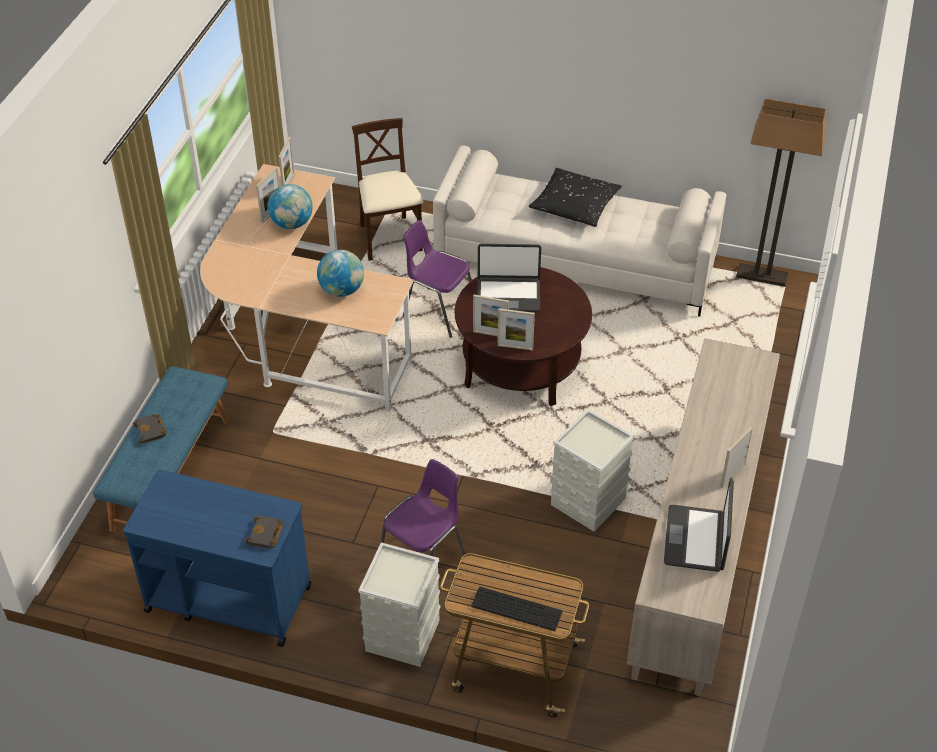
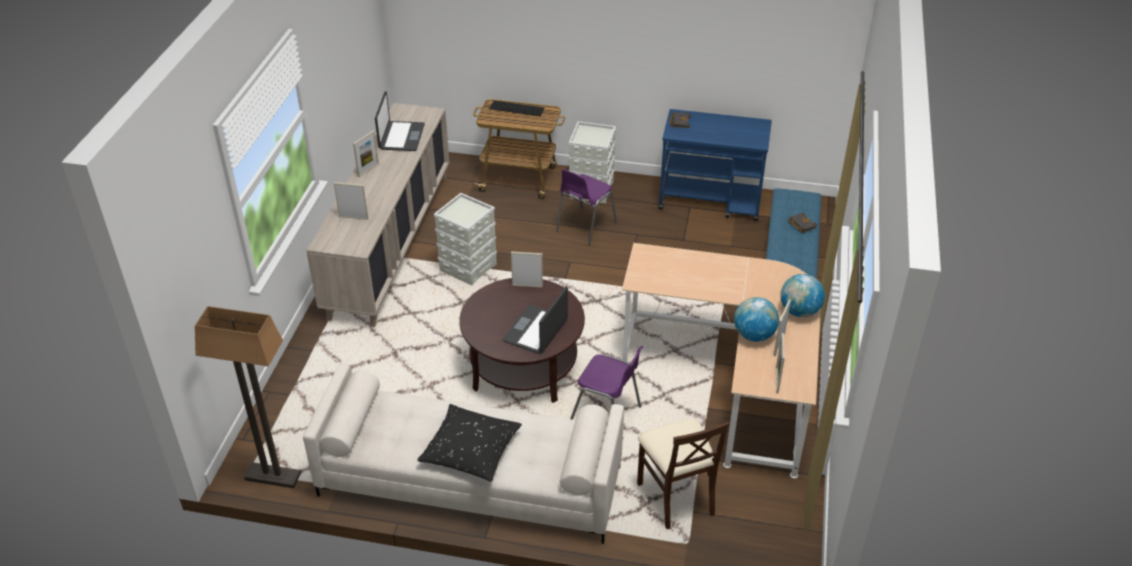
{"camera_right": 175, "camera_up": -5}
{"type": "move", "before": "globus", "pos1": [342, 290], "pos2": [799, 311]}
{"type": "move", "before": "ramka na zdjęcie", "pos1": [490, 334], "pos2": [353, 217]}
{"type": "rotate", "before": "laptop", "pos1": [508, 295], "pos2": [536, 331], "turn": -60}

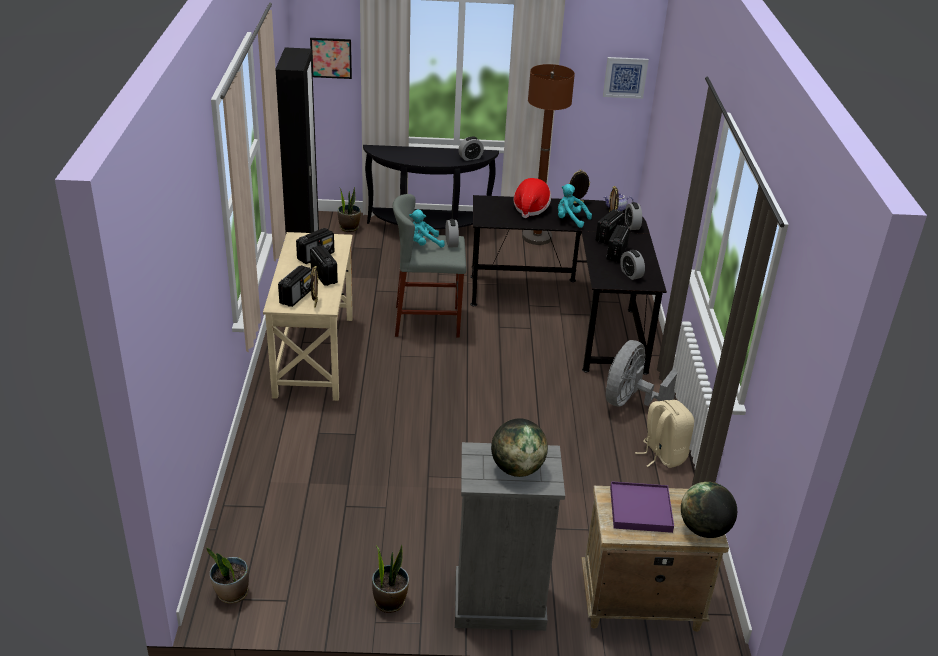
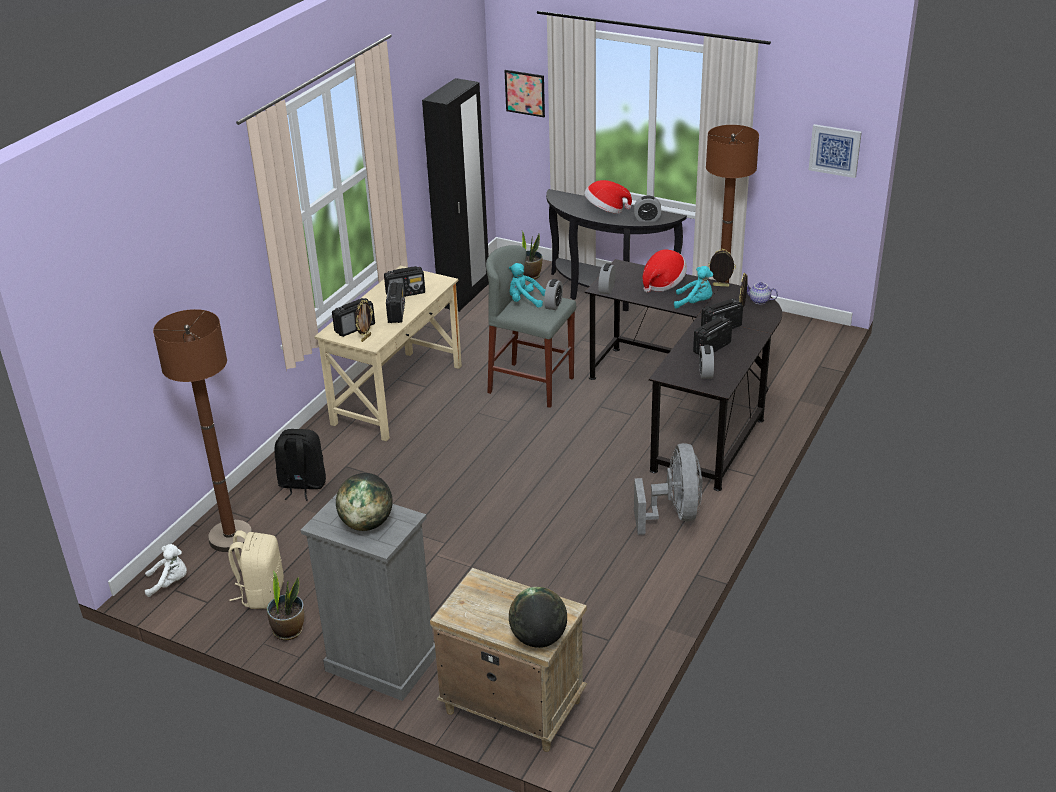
{"camera_right": 30, "camera_up": 0}
{"type": "delete", "before": "taca/fioletowy", "pos1": [640, 509]}
{"type": "insert", "after": "lampa stojąca/brązowy", "pos2": [230, 537]}
{"type": "insert", "after": "plecak/czarny", "pos2": [302, 485]}
{"type": "insert", "after": "kapelusz", "pos2": [606, 210]}
{"type": "move", "before": "budzik", "pos1": [632, 225], "pos2": [606, 289]}
{"type": "move", "before": "plecak/beżowy", "pos1": [662, 454], "pos2": [261, 593]}
{"type": "replace", "before": "roślina doniczkowa", "after": "pluszak/biały", "pos1": [231, 593], "pos2": [170, 583]}
{"type": "rotate", "before": "pluszak/turkusowy", "pos1": [570, 220], "pos2": [695, 303], "turn": 135}
{"type": "rotate", "before": "wentylator/szary", "pos1": [630, 402], "pos2": [674, 514], "turn": 120}

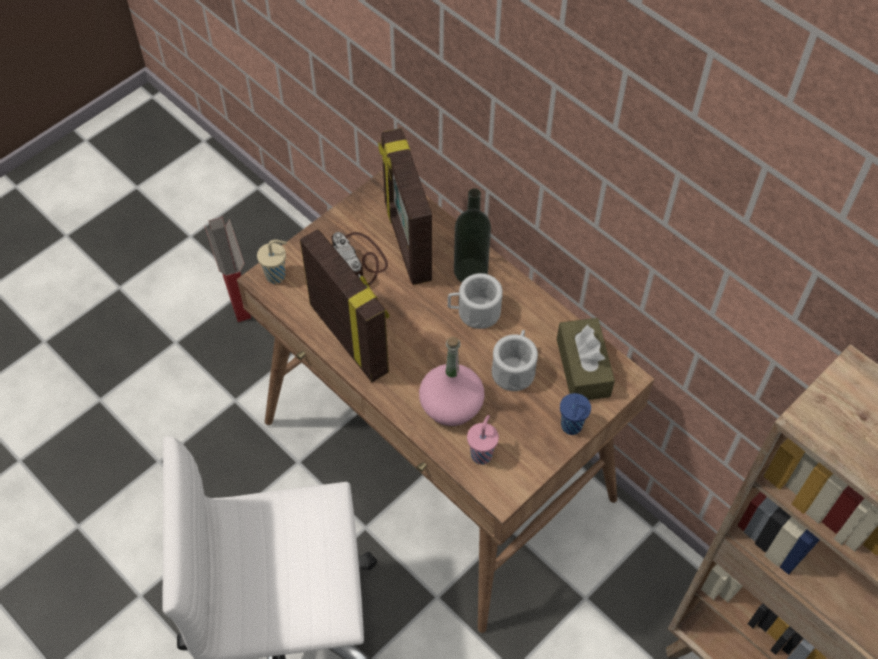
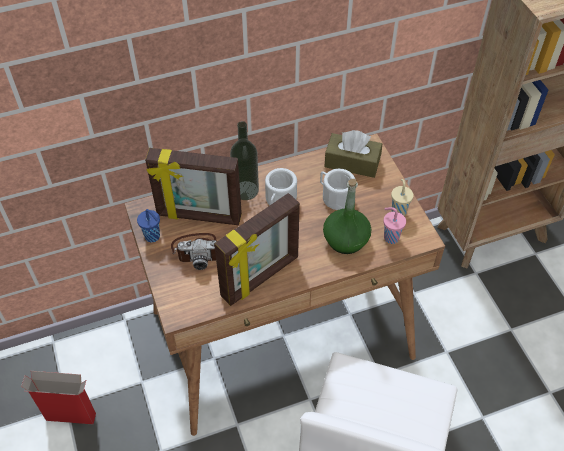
{"camera_right": -65, "camera_up": -5}
{"type": "move", "before": "filiżanka/beżowy", "pos1": [277, 275], "pos2": [398, 211]}
{"type": "move", "before": "filiżanka/niebieski", "pos1": [571, 427], "pos2": [153, 237]}
{"type": "recolor", "before": "butelka/różowy", "after": "butelka/zielony", "pos1": [451, 405], "pos2": [345, 240]}
{"type": "rotate", "before": "ramka na zdjęcie", "pos1": [350, 337], "pos2": [261, 278], "turn": 150}

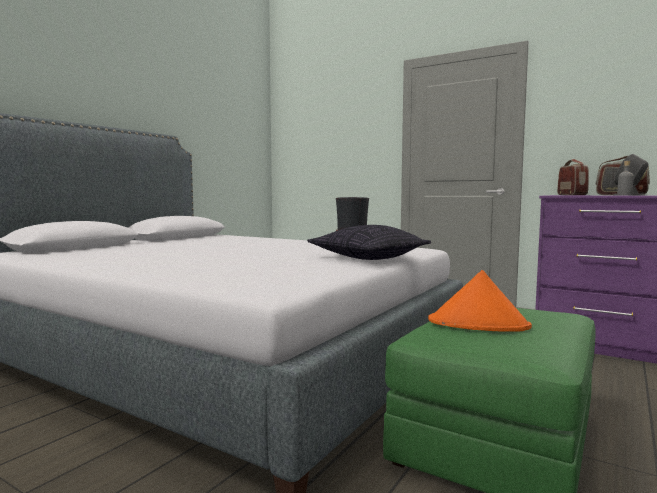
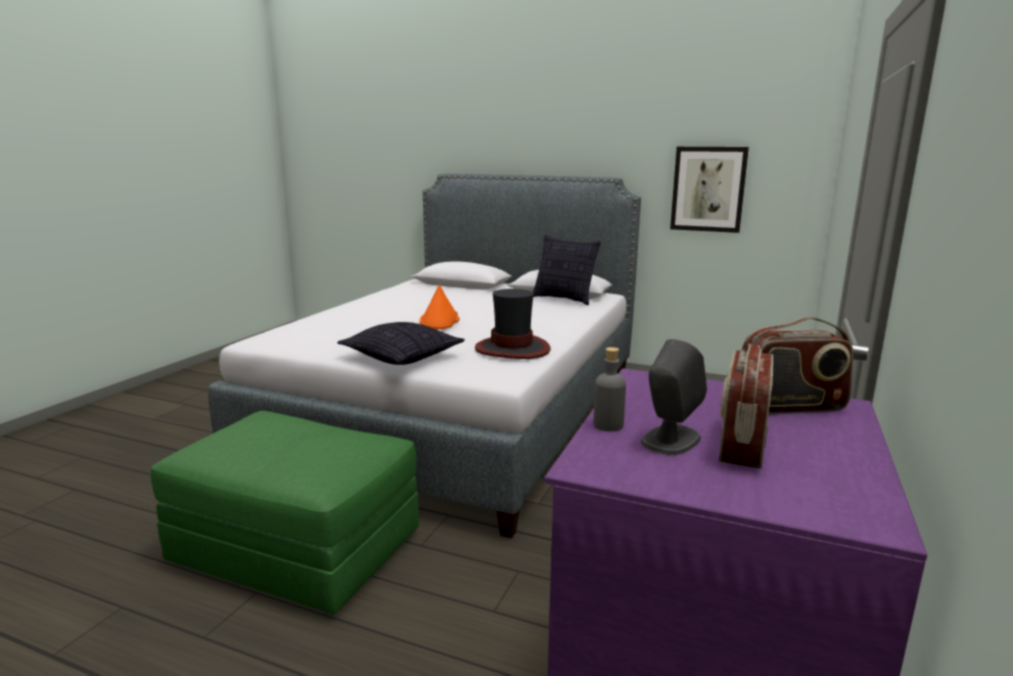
{"camera_right": 80, "camera_up": 10}
{"type": "insert", "after": "poduszka", "pos2": [564, 299]}
{"type": "insert", "after": "obraz", "pos2": [708, 189]}
{"type": "move", "before": "kapelusz/pomarańczowy", "pos1": [478, 324], "pos2": [439, 321]}

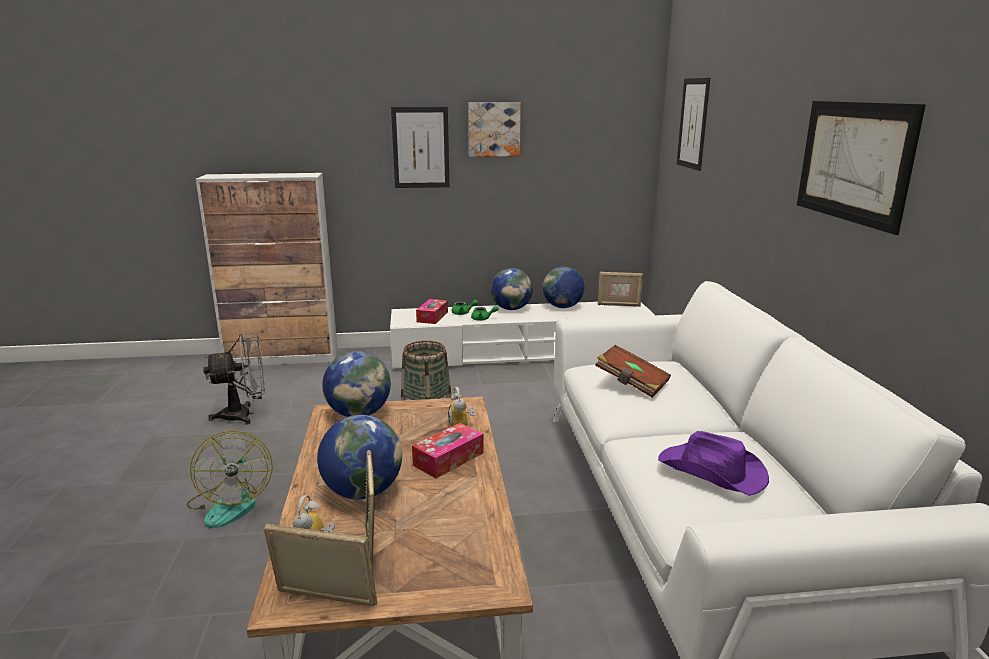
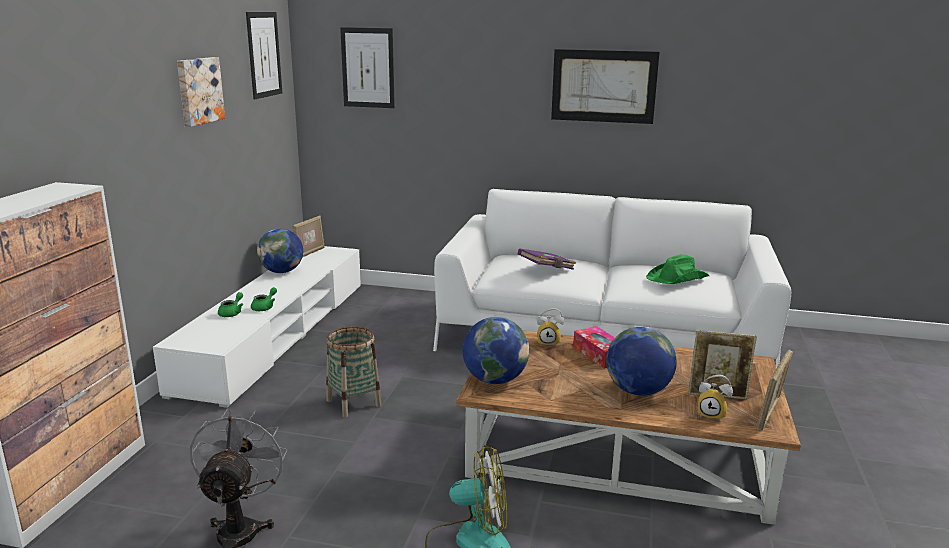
{"camera_right": -70, "camera_up": 0}
{"type": "delete", "before": "pudełko chusteczek", "pos1": [432, 317]}
{"type": "delete", "before": "globus", "pos1": [511, 309]}
{"type": "move", "before": "obraz", "pos1": [420, 147], "pos2": [264, 54]}
{"type": "recolor", "before": "książka/brązowy", "after": "książka/fioletowy", "pos1": [631, 383], "pos2": [547, 269]}
{"type": "recolor", "before": "kapelusz/fioletowy", "after": "kapelusz/zielony", "pos1": [712, 472], "pos2": [678, 278]}

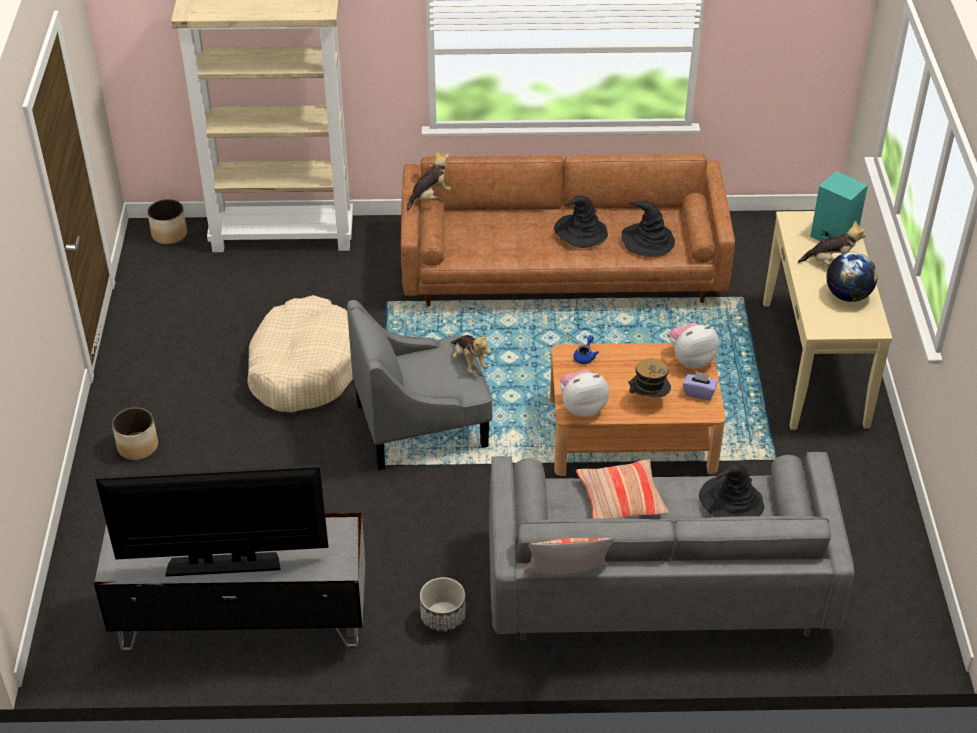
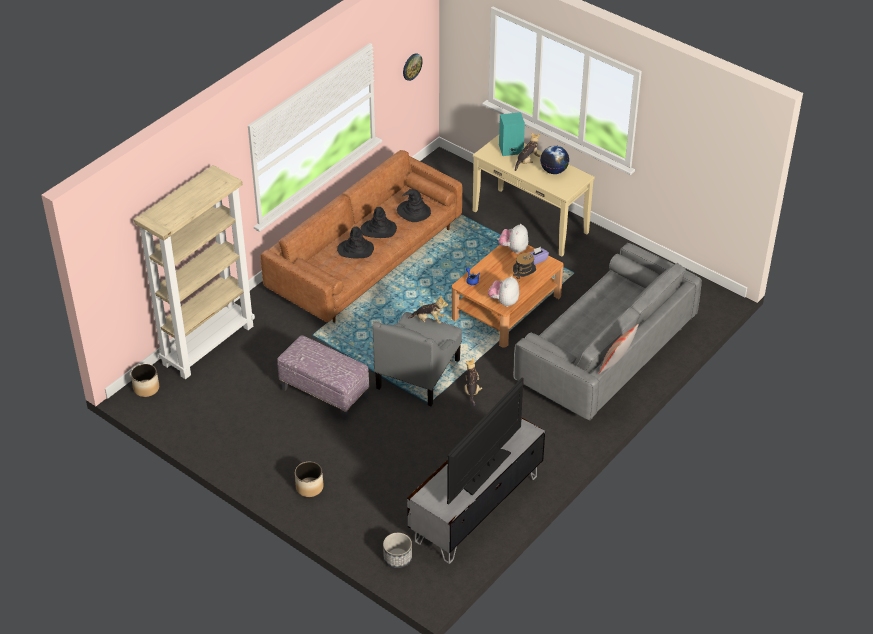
{"camera_right": -50, "camera_up": 0}
{"type": "delete", "before": "poduszka", "pos1": [621, 499]}
{"type": "insert", "after": "zegar ścienny", "pos2": [412, 66]}
{"type": "move", "before": "pluszak", "pos1": [430, 197], "pos2": [472, 390]}
{"type": "move", "before": "donica", "pos1": [443, 618], "pos2": [398, 558]}
{"type": "move", "before": "kapelusz/czarny", "pos1": [730, 502], "pos2": [355, 250]}
{"type": "replace", "before": "legowisko/beżowy", "after": "pufa", "pos1": [304, 368], "pos2": [325, 393]}

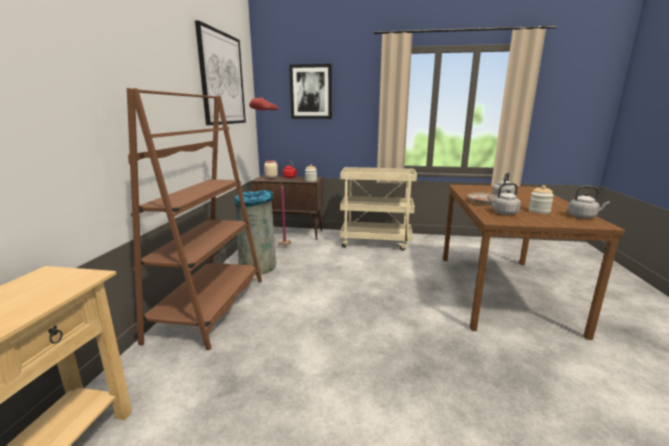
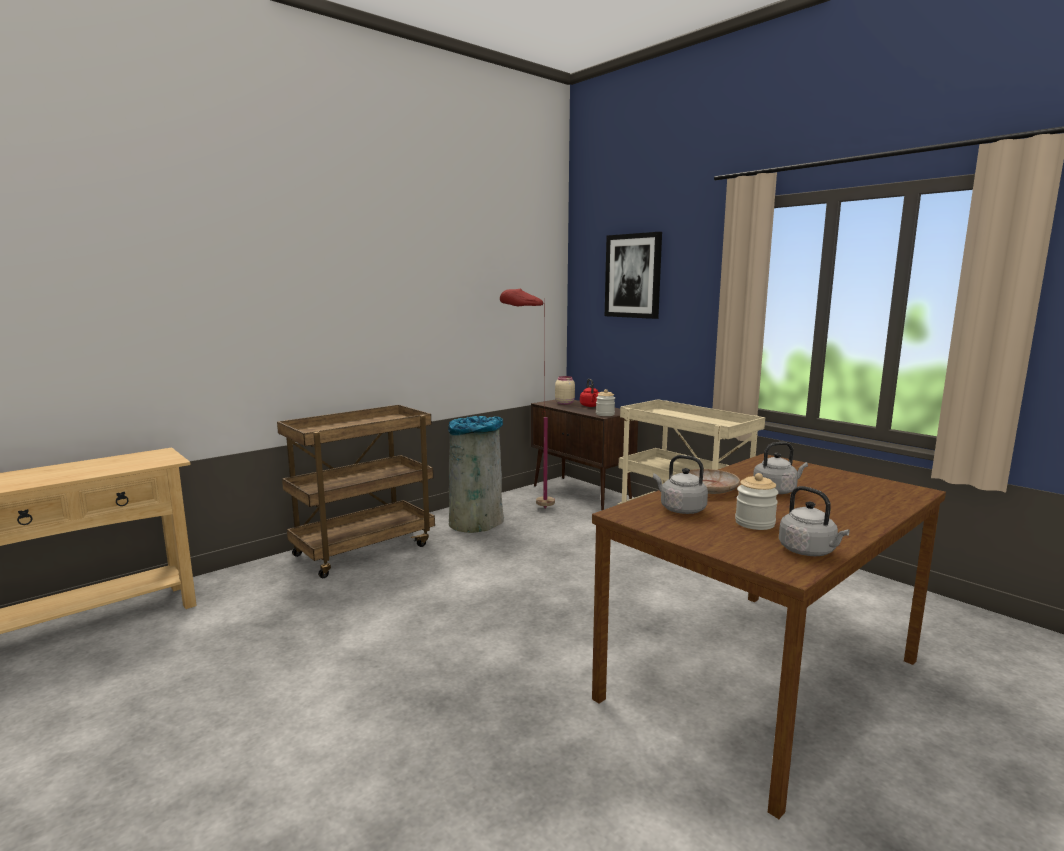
{"camera_right": 40, "camera_up": -5}
{"type": "delete", "before": "obraz", "pos1": [222, 79]}
{"type": "replace", "before": "regał/brązowy", "after": "wózek/brązowy", "pos1": [210, 308], "pos2": [364, 549]}

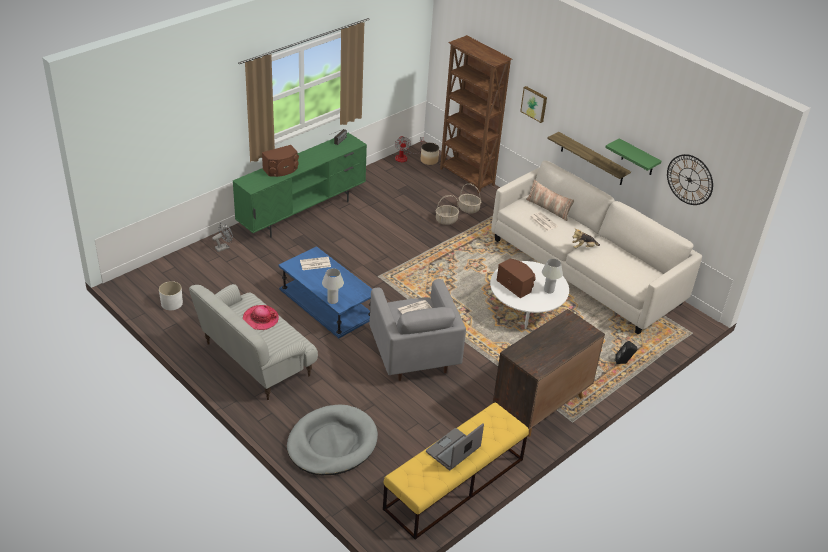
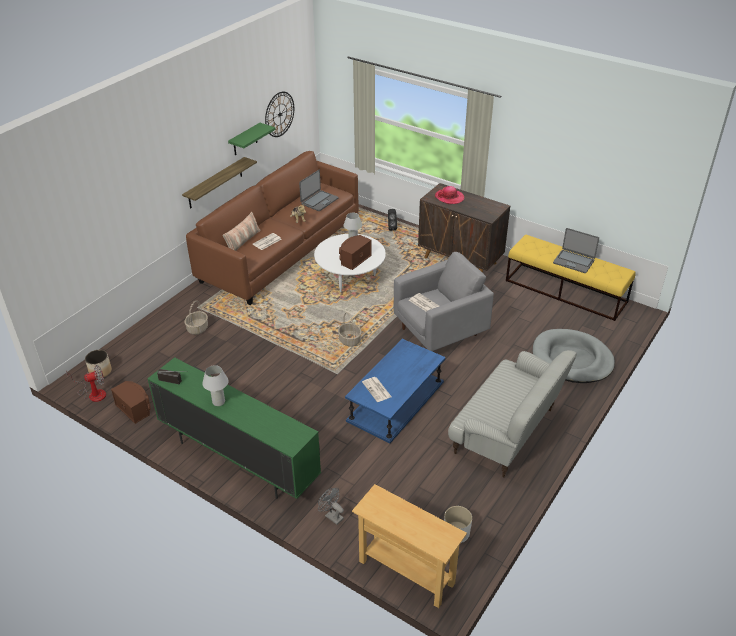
{"camera_right": -100, "camera_up": 0}
{"type": "delete", "before": "regał/brązowy", "pos1": [467, 177]}
{"type": "delete", "before": "obraz", "pos1": [534, 104]}
{"type": "insert", "after": "laptop", "pos2": [319, 201]}
{"type": "insert", "after": "stolik konsolowy/beżowy", "pos2": [406, 572]}
{"type": "move", "before": "kapelusz", "pos1": [260, 319], "pos2": [449, 197]}
{"type": "move", "before": "głośnik/brązowy", "pos1": [281, 169], "pos2": [135, 408]}
{"type": "move", "before": "lampa stołowa/biały", "pos1": [332, 300], "pos2": [218, 402]}
{"type": "move", "before": "koszyk", "pos1": [446, 220], "pos2": [349, 340]}
{"type": "recolor", "before": "kanapa/biały", "after": "kanapa/brązowy", "pos1": [585, 271], "pos2": [280, 251]}

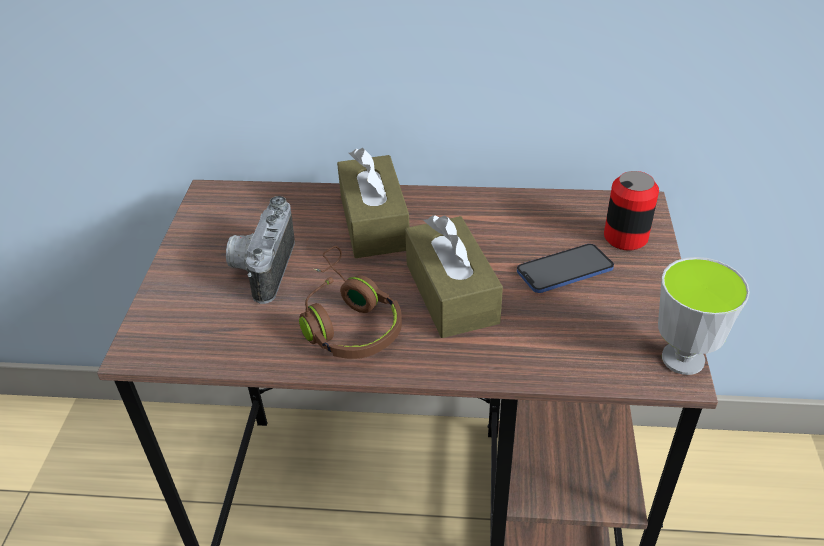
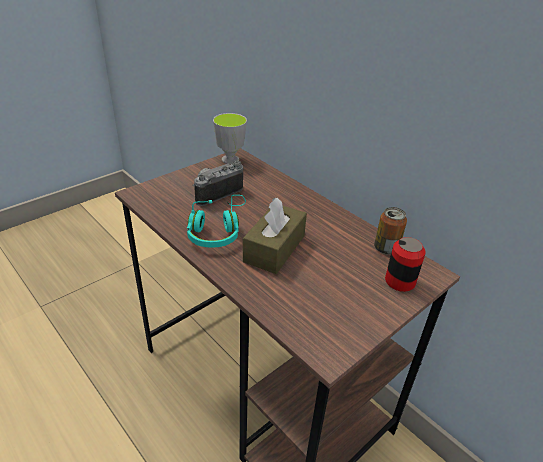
{"camera_right": 40, "camera_up": -5}
{"type": "delete", "before": "pudełko chusteczek/brązowy", "pos1": [374, 222]}
{"type": "delete", "before": "telefon", "pos1": [564, 270]}
{"type": "insert", "after": "puszka", "pos2": [386, 248]}
{"type": "move", "before": "filiżanka", "pos1": [683, 359], "pos2": [230, 160]}
{"type": "recolor", "before": "słuchawki/brązowy", "after": "słuchawki/turkusowy", "pos1": [347, 320], "pos2": [217, 230]}

